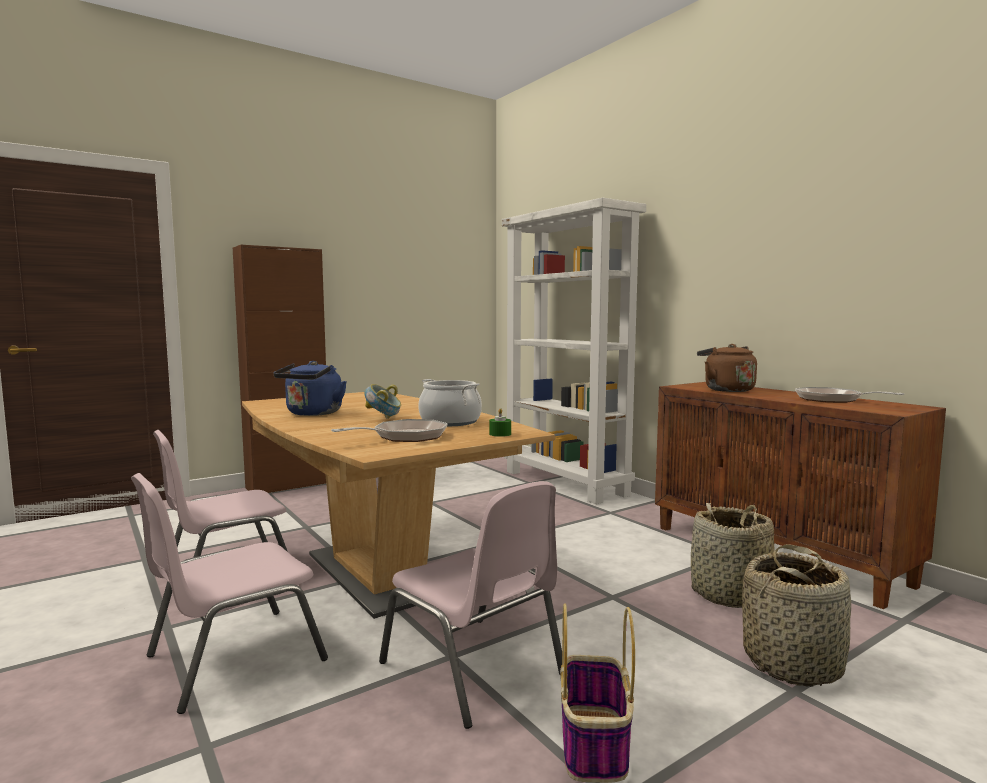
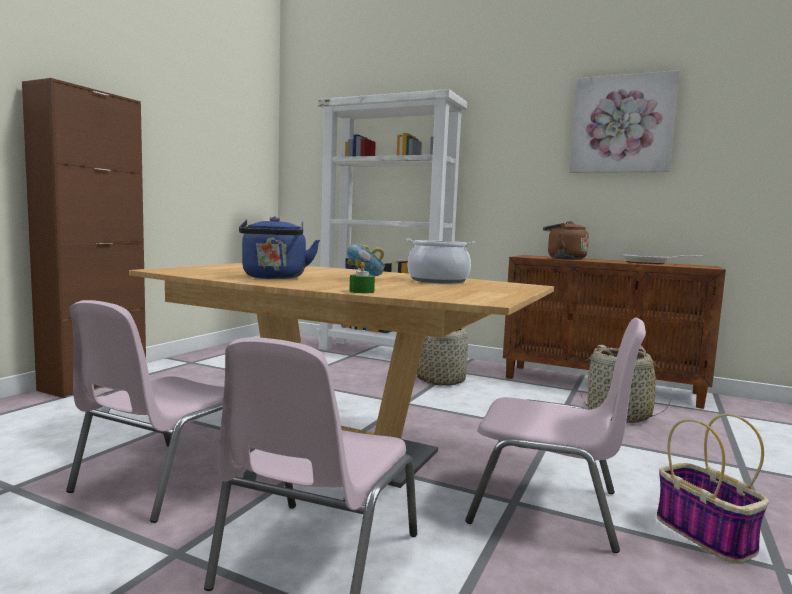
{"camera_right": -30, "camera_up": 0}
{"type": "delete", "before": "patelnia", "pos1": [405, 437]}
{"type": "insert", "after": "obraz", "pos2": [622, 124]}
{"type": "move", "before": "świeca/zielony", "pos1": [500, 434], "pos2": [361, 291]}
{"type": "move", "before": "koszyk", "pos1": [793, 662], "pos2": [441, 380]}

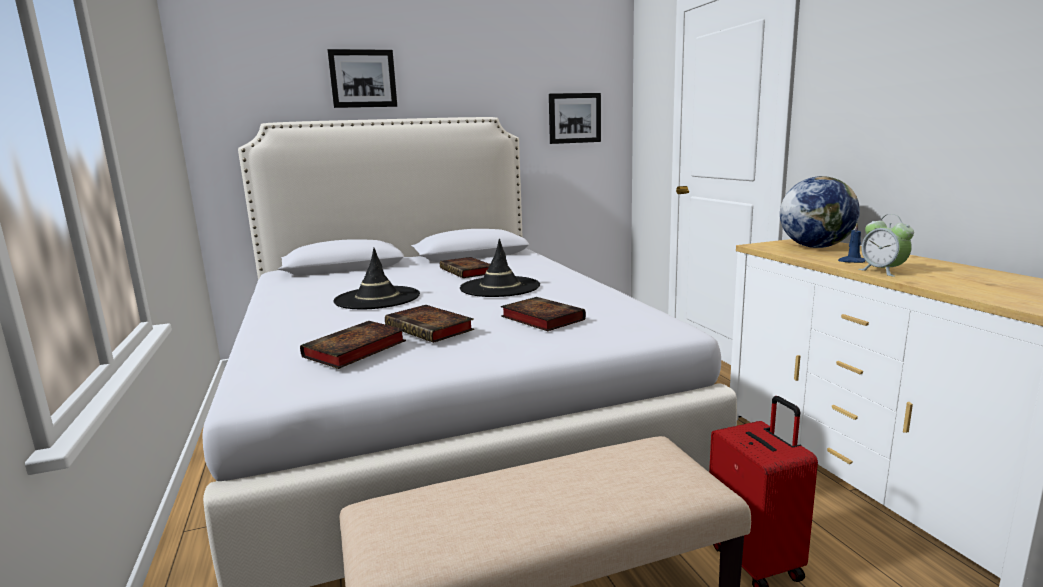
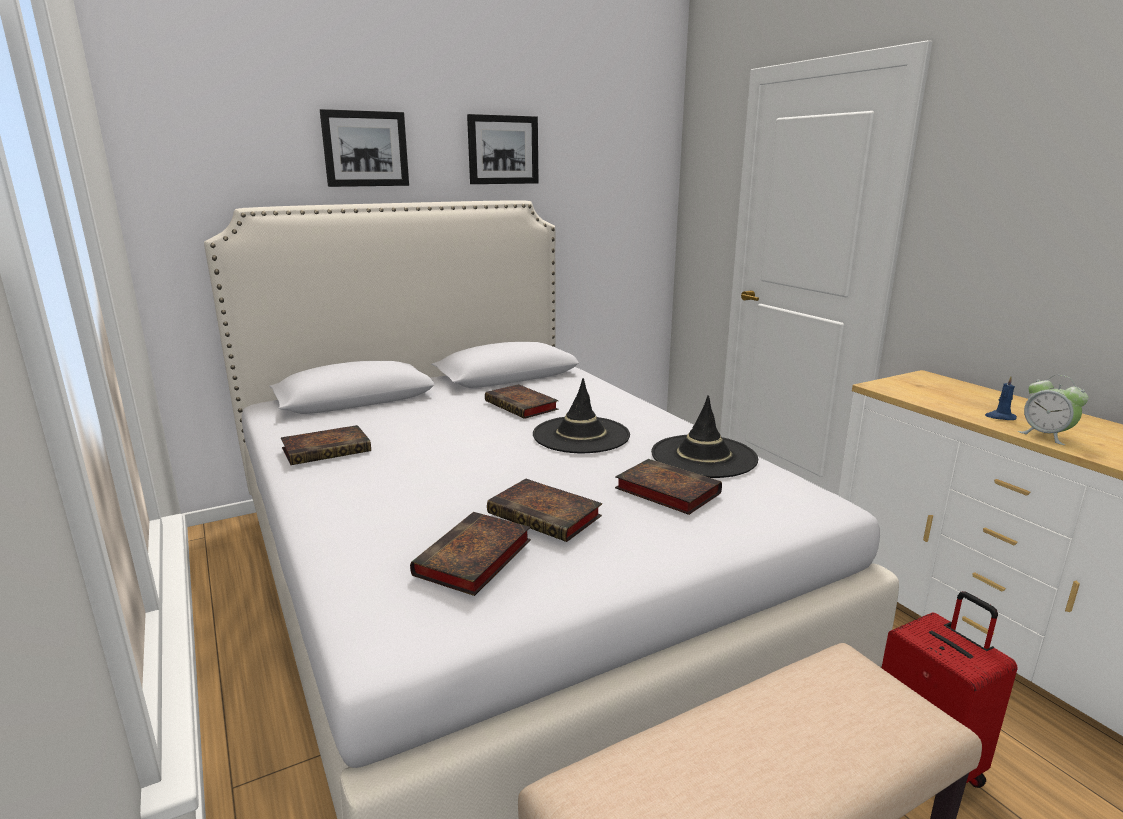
{"camera_right": -10, "camera_up": 5}
{"type": "delete", "before": "globus", "pos1": [815, 247]}
{"type": "insert", "after": "książka", "pos2": [328, 449]}
{"type": "move", "before": "kapelusz/czarny", "pos1": [377, 298], "pos2": [703, 457]}
{"type": "move", "before": "obraz", "pos1": [574, 118], "pos2": [503, 150]}

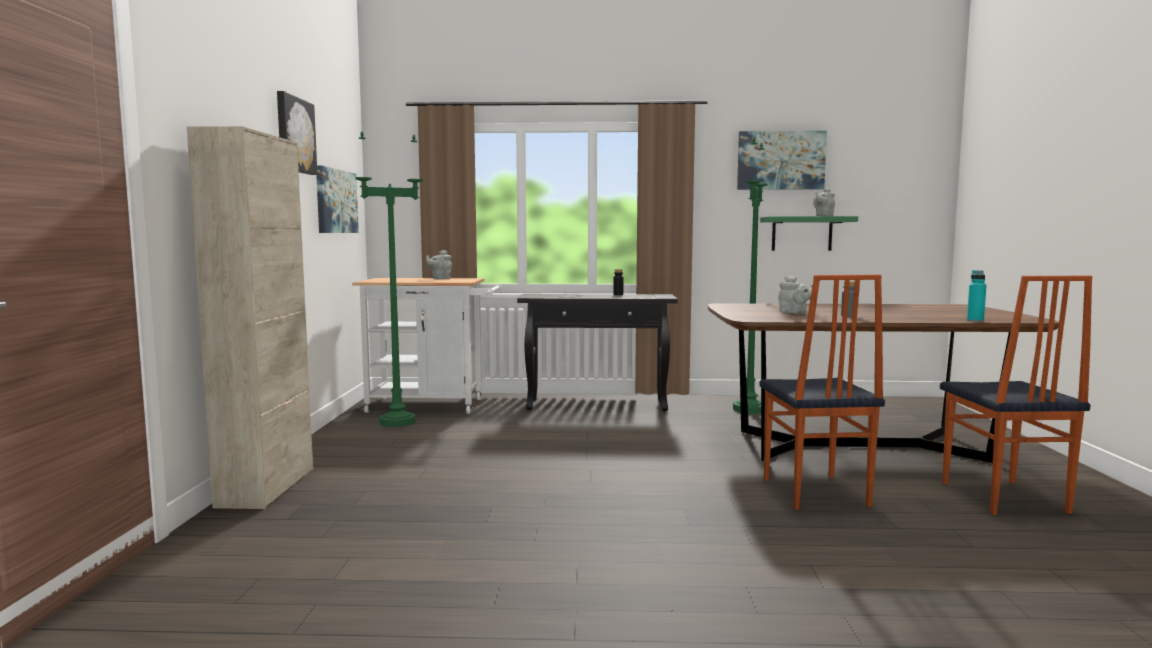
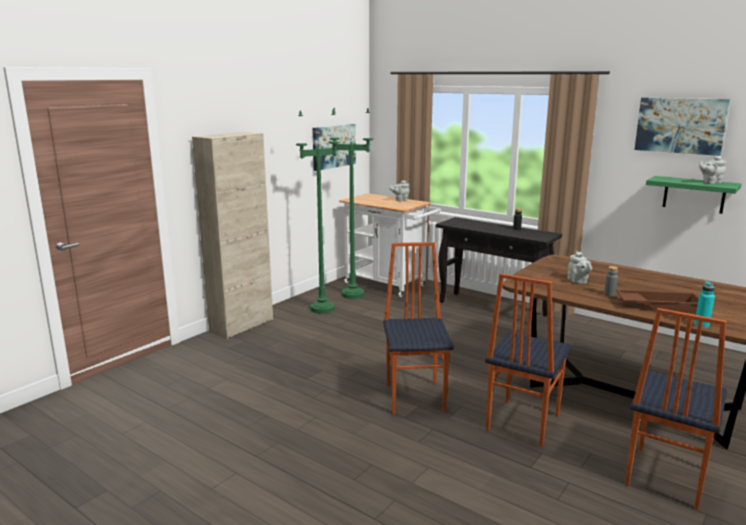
{"camera_right": 35, "camera_up": 10}
{"type": "delete", "before": "obraz", "pos1": [294, 135]}
{"type": "insert", "after": "krzesło", "pos2": [416, 397]}
{"type": "insert", "after": "taca/brązowy", "pos2": [658, 305]}
{"type": "move", "before": "lampa stojąca/zielony", "pos1": [749, 409], "pos2": [322, 309]}

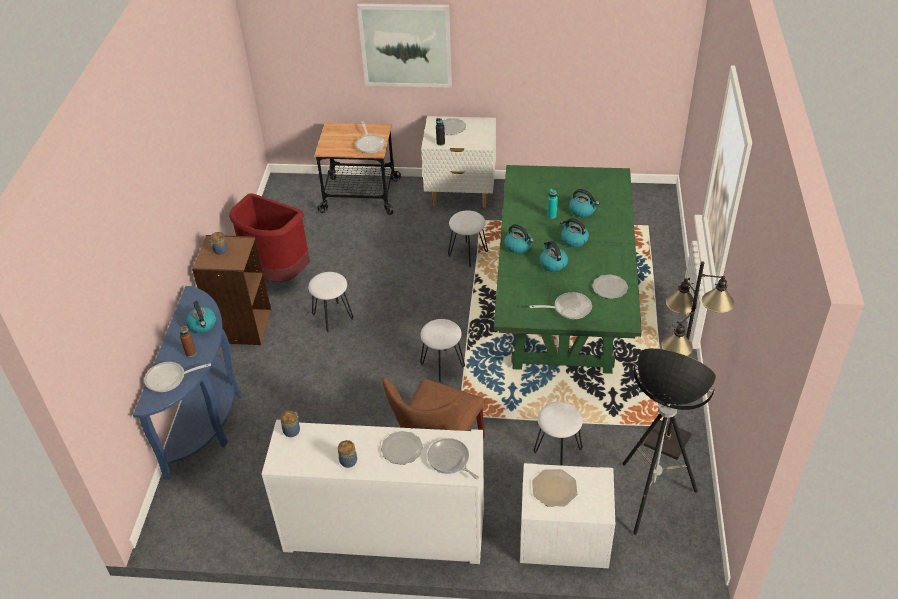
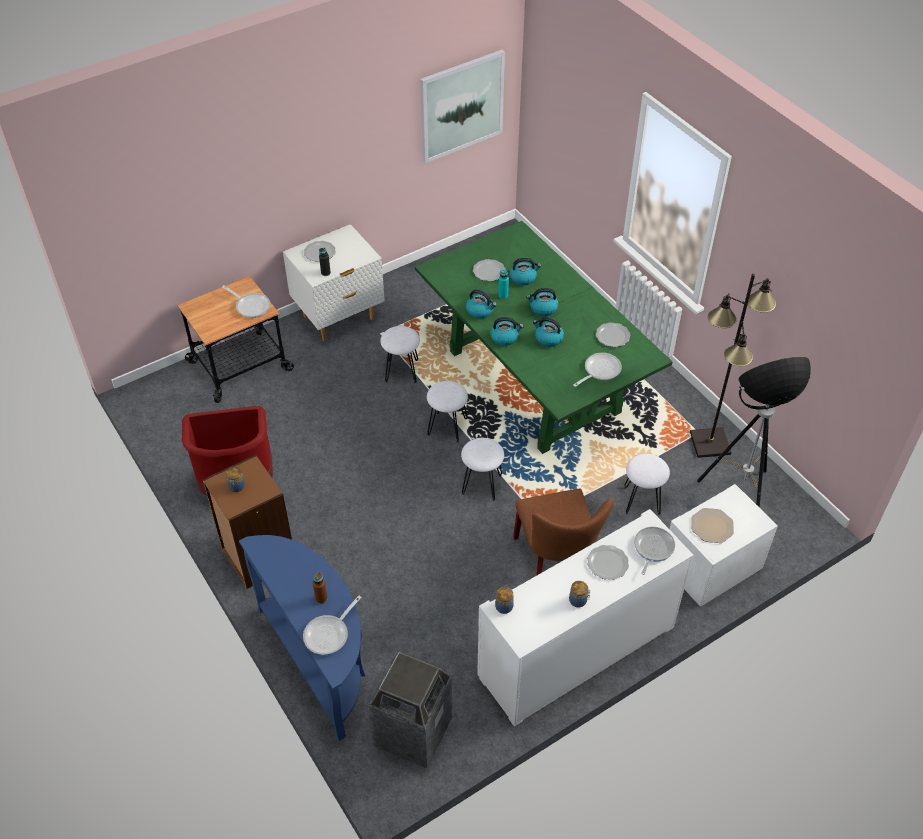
{"camera_right": -40, "camera_up": 5}
{"type": "insert", "after": "kosz na śmieci", "pos2": [412, 732]}
{"type": "insert", "after": "talerz", "pos2": [489, 271]}
{"type": "move", "before": "czajnik", "pos1": [203, 325], "pos2": [480, 311]}
{"type": "move", "before": "stołek/biały", "pos1": [332, 316], "pos2": [447, 427]}
{"type": "move", "before": "obraz", "pos1": [406, 45], "pos2": [461, 106]}
{"type": "rotate", "before": "patelnia", "pos1": [450, 460], "pos2": [652, 548], "turn": 105}

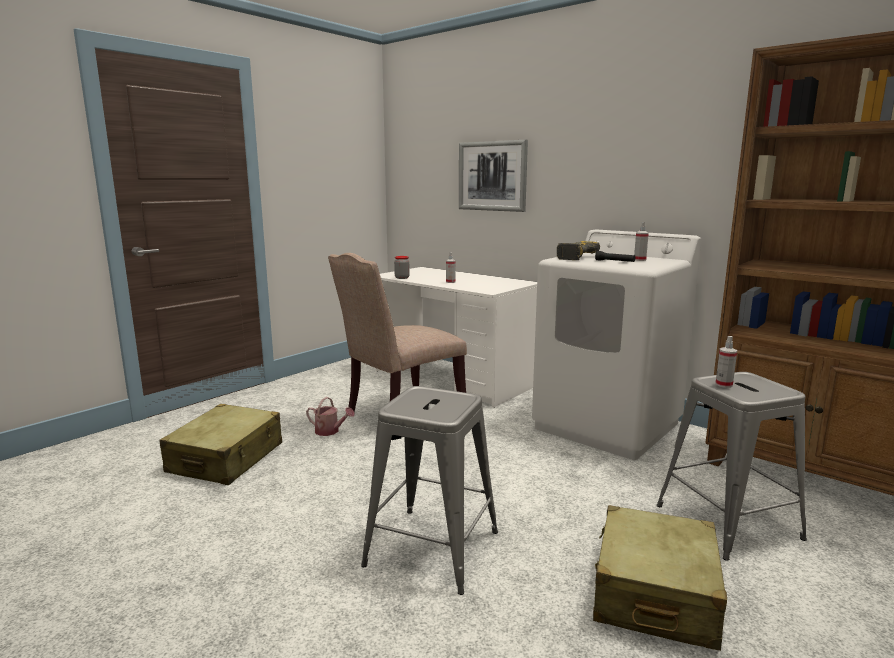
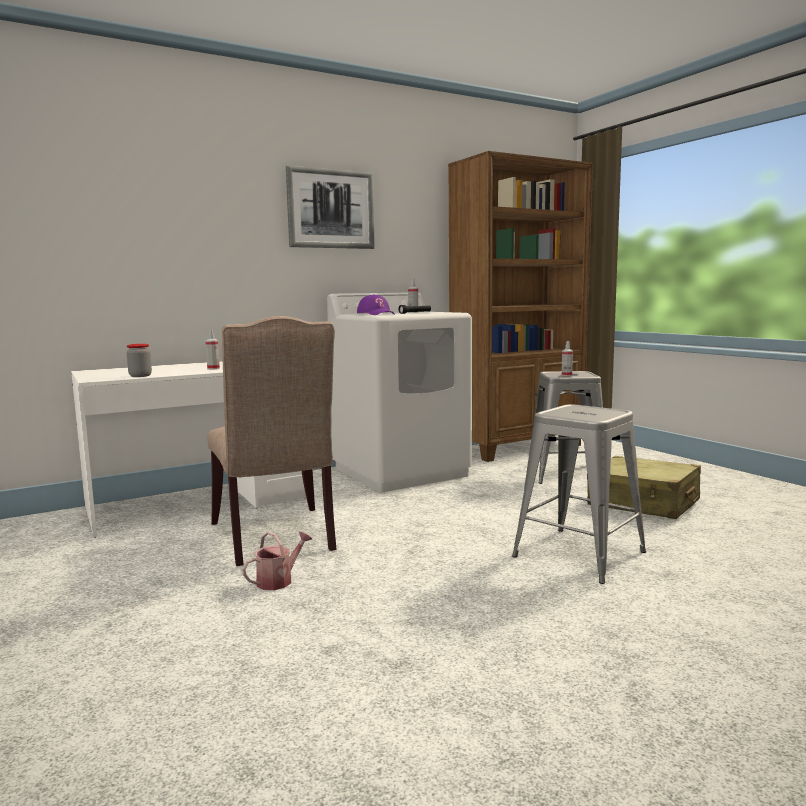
{"camera_right": -70, "camera_up": -5}
{"type": "delete", "before": "walizka/beżowy", "pos1": [226, 458]}
{"type": "move", "before": "obraz", "pos1": [492, 176], "pos2": [331, 209]}
{"type": "replace", "before": "wiertarka", "after": "czapka z daszkiem/fioletowy", "pos1": [573, 257], "pos2": [376, 314]}

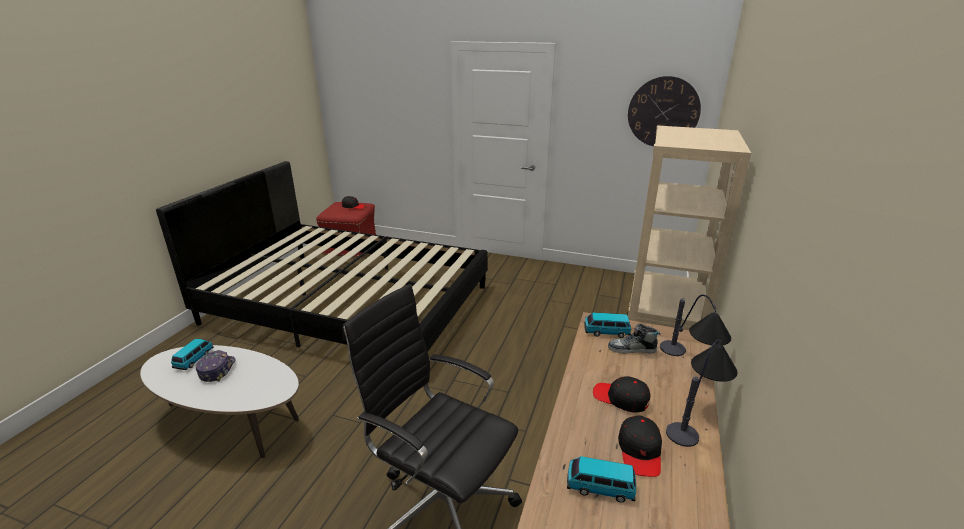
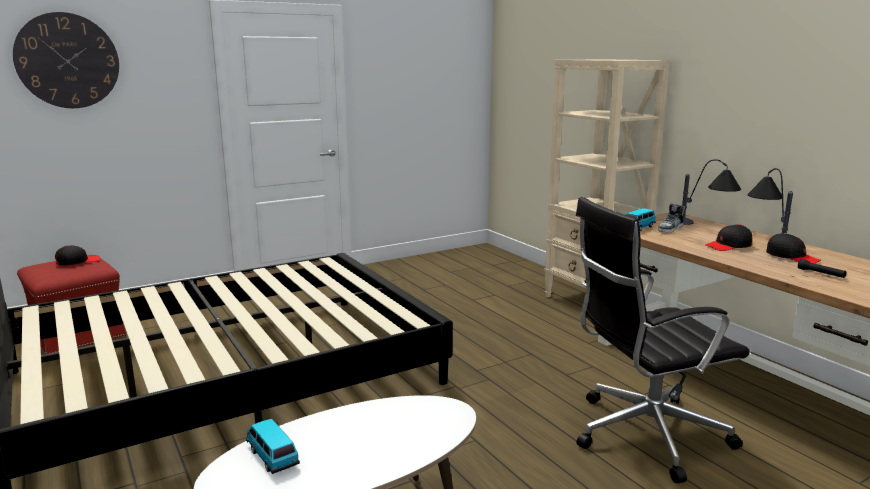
{"camera_right": -50, "camera_up": -10}
{"type": "delete", "before": "czapka z daszkiem", "pos1": [217, 370]}
{"type": "move", "before": "zegar ścienny", "pos1": [663, 112], "pos2": [67, 61]}
{"type": "replace", "before": "samochodzik", "after": "latarka/czarny", "pos1": [600, 487], "pos2": [821, 273]}

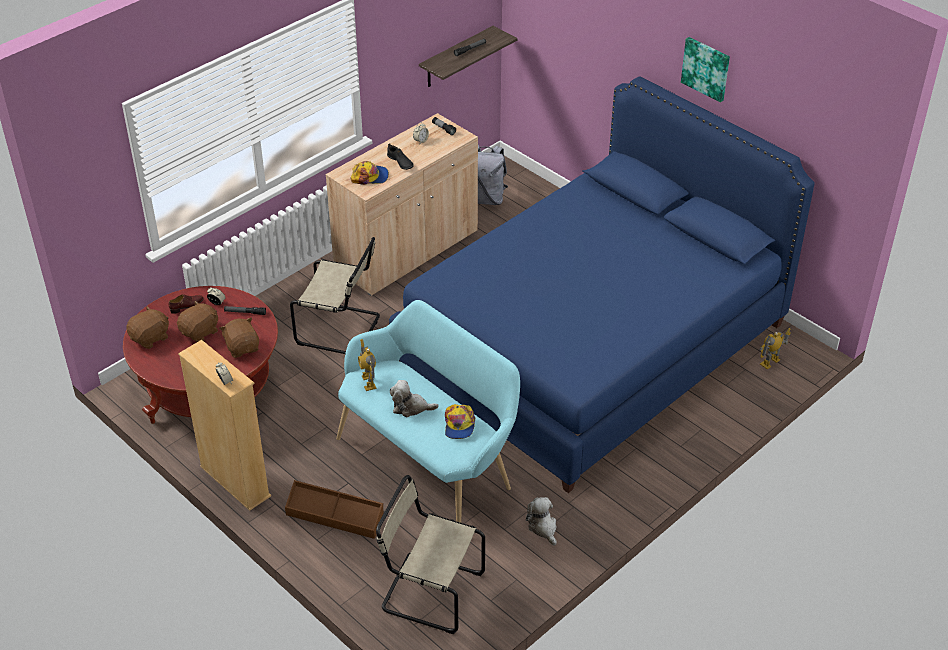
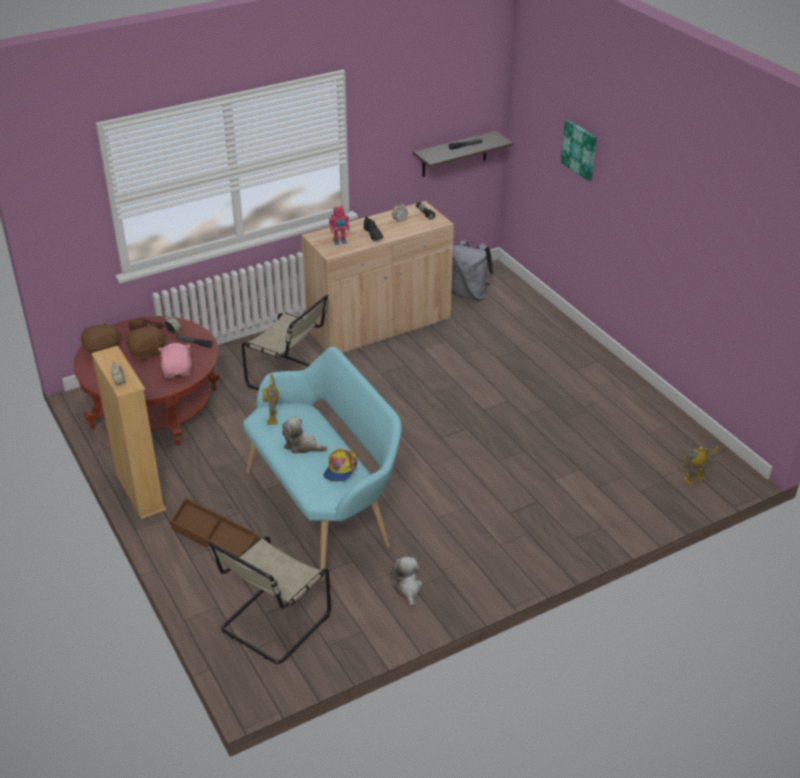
{"camera_right": 15, "camera_up": -5}
{"type": "delete", "before": "łóżko/niebieski", "pos1": [592, 345]}
{"type": "move", "before": "obraz", "pos1": [706, 68], "pos2": [580, 149]}
{"type": "replace", "before": "czapka z daszkiem", "after": "robot zabawkowy", "pos1": [370, 176], "pos2": [340, 242]}
{"type": "recolor", "before": "pluszak/brązowy", "after": "pluszak/różowy", "pos1": [242, 347], "pos2": [177, 371]}
{"type": "rotate", "before": "krzesło/beżowy", "pos1": [429, 591], "pos2": [272, 625], "turn": -90}

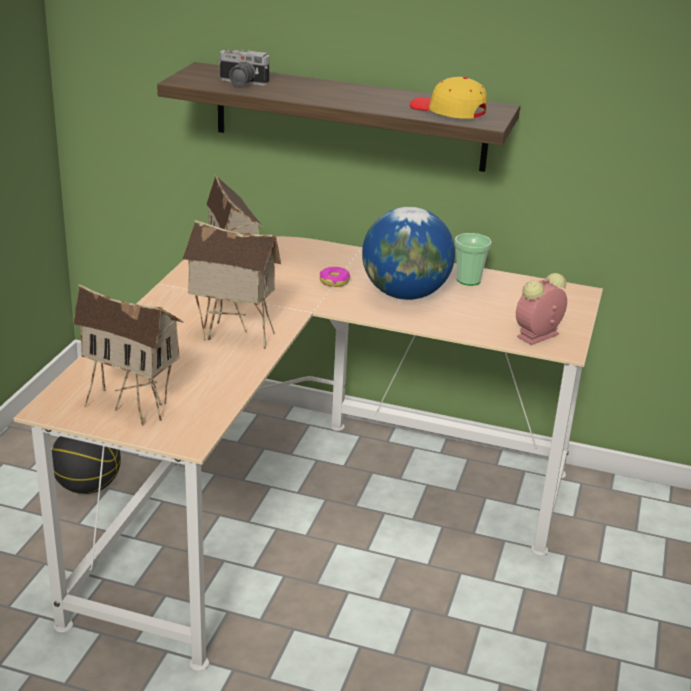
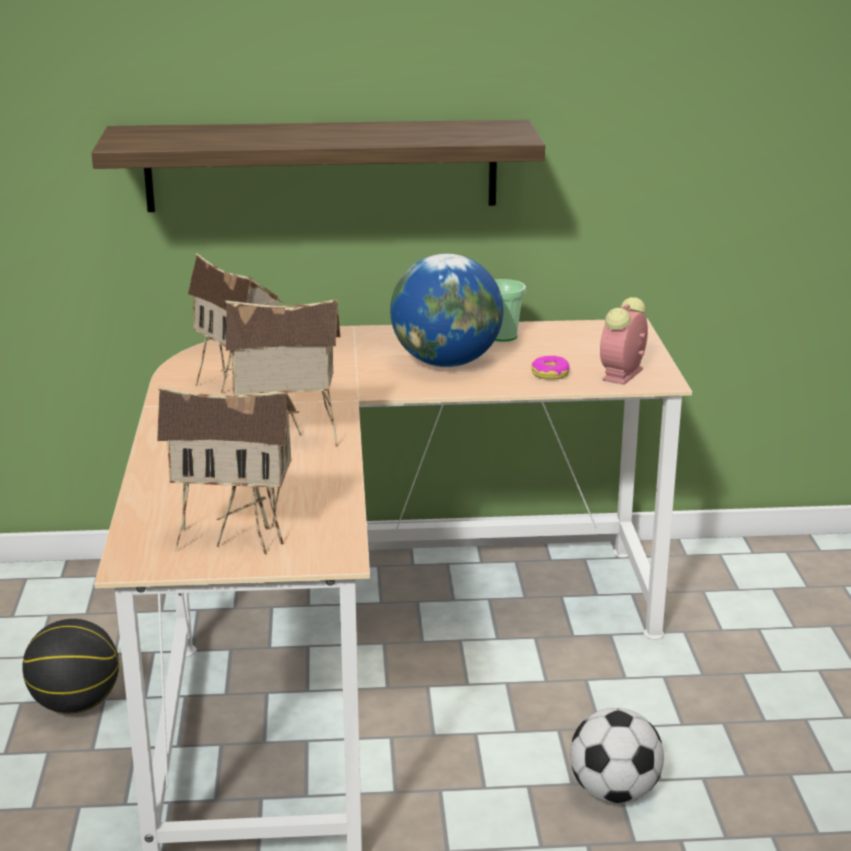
{"camera_right": -20, "camera_up": -5}
{"type": "delete", "before": "aparat fotograficzny", "pos1": [240, 83]}
{"type": "delete", "before": "czapka z daszkiem/żółty", "pos1": [448, 111]}
{"type": "insert", "after": "piłka futbolowa", "pos2": [614, 792]}
{"type": "move", "before": "donut", "pos1": [334, 281], "pos2": [550, 374]}

